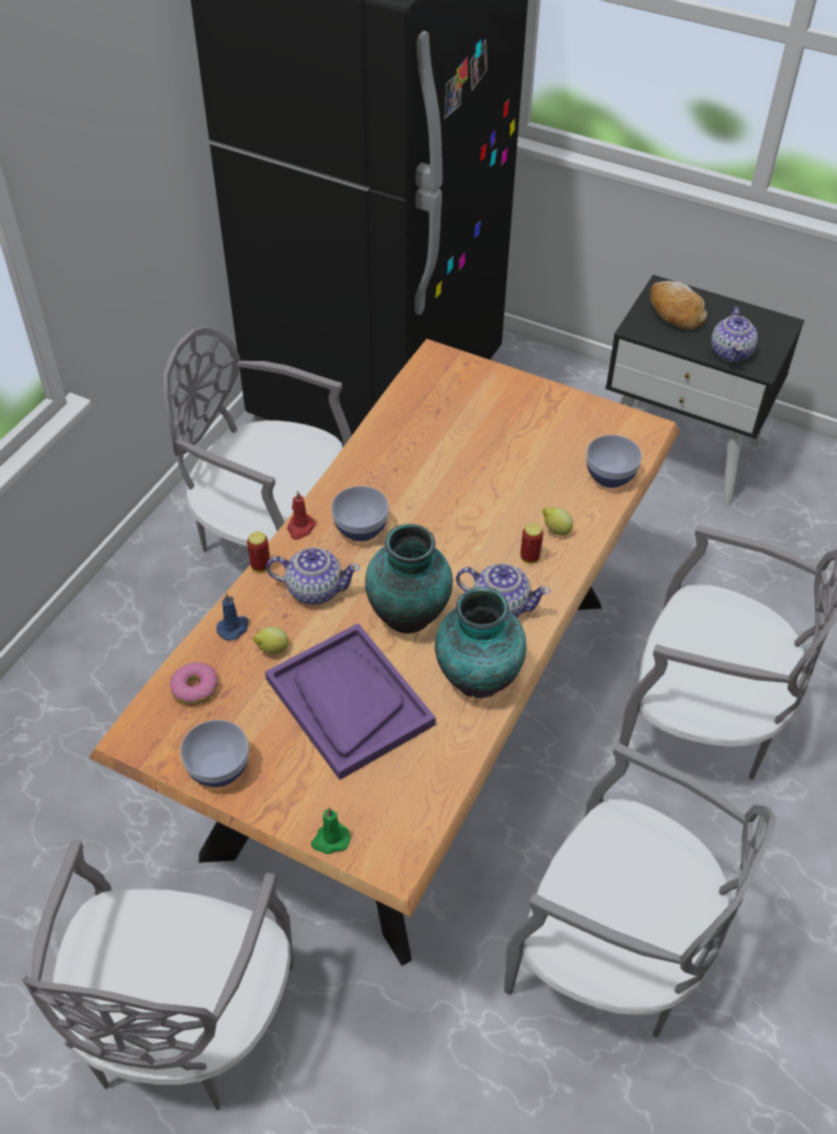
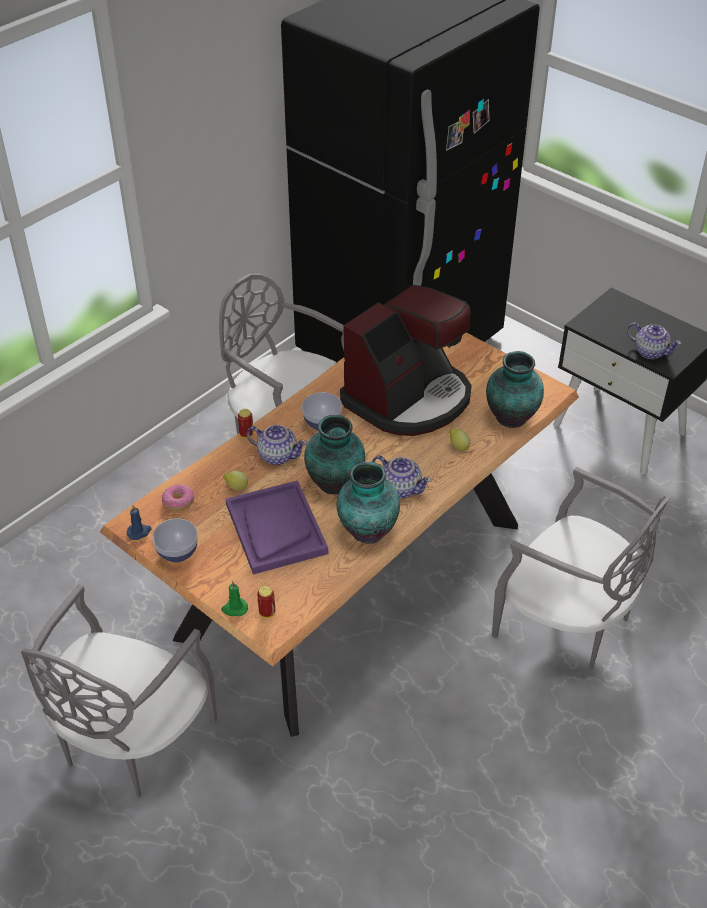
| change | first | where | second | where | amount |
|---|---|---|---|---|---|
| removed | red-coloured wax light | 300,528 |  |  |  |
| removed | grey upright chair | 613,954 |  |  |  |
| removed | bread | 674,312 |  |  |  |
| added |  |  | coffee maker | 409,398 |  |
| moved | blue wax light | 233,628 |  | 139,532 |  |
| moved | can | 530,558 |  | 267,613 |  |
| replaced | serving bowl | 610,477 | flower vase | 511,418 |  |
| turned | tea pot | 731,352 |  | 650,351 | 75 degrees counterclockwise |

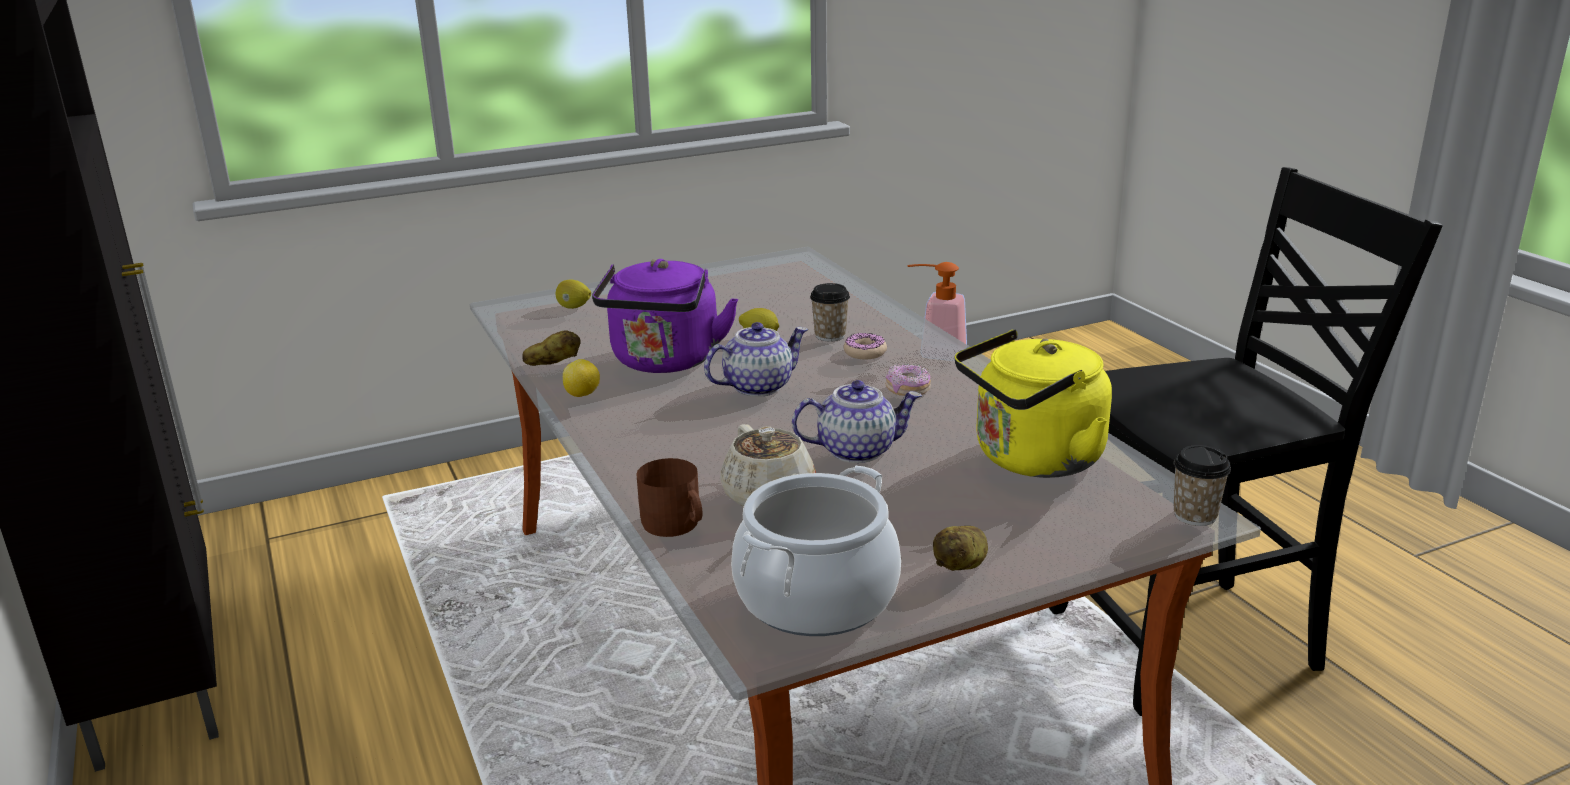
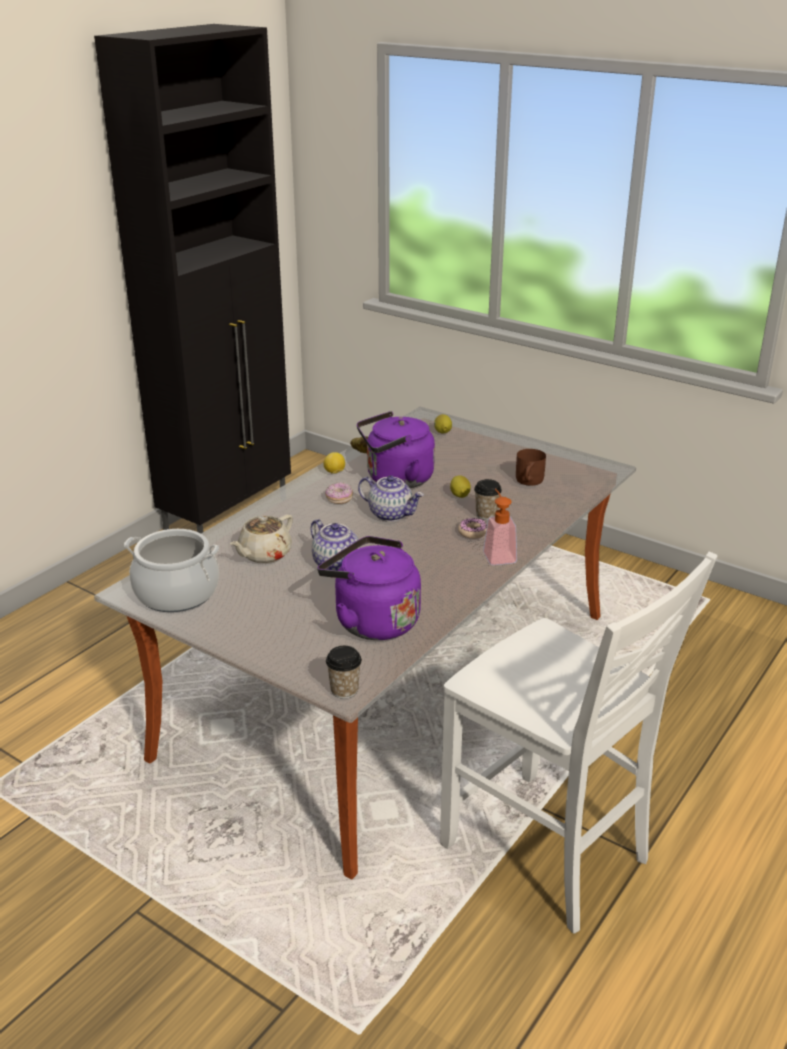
| change | first | where | second | where | amount |
|---|---|---|---|---|---|
| removed | whole potato | 962,565 |  |  |  |
| moved | brown coffee mug | 675,526 |  | 528,481 |  |
| moved | doughnut | 907,390 |  | 339,499 |  |
| recoloured | yellow-coloured tea kettle | 1032,460 | purple-coloured tea kettle | 372,621 |  |
| recoloured | blackish upright chair | 1190,642 | whitish upright chair | 548,853 |  |

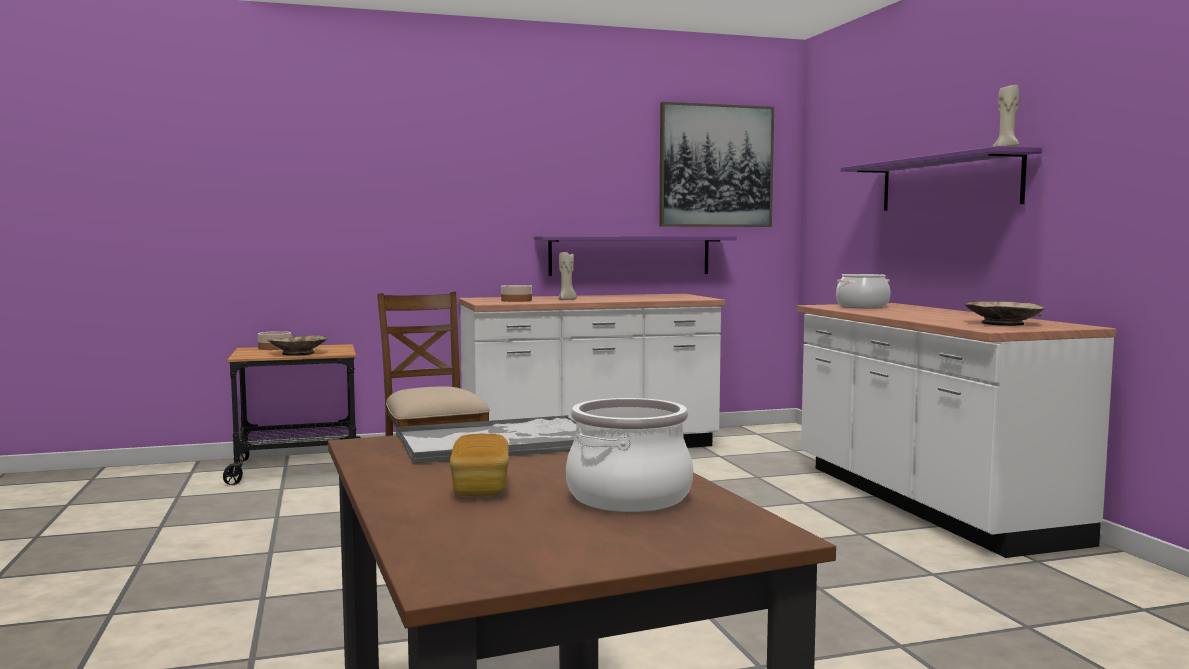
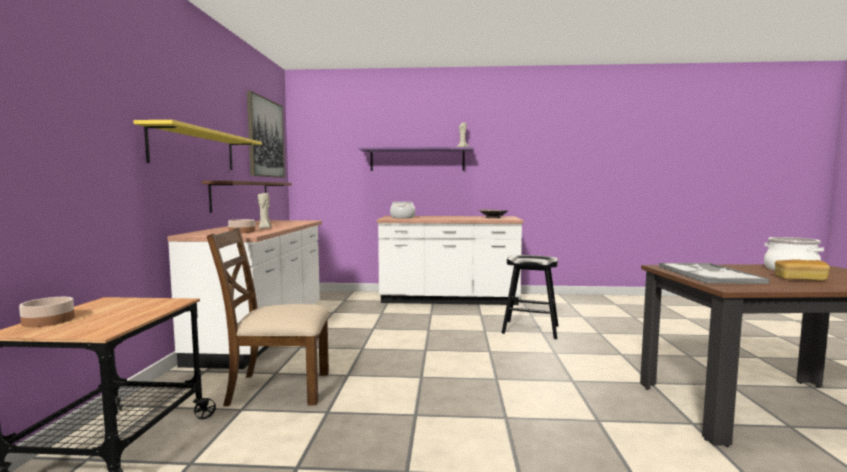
| change | first | where | second | where | amount |
|---|---|---|---|---|---|
| removed | beige serving bowl | 298,353 |  |  |  |
| added |  |  | yellow-coloured shelf | 195,150 |  |
| added |  |  | blackish sitting stool | 530,329 |  |
| recoloured | purple-coloured shelf | 630,255 | brown shelf | 241,195 |  |

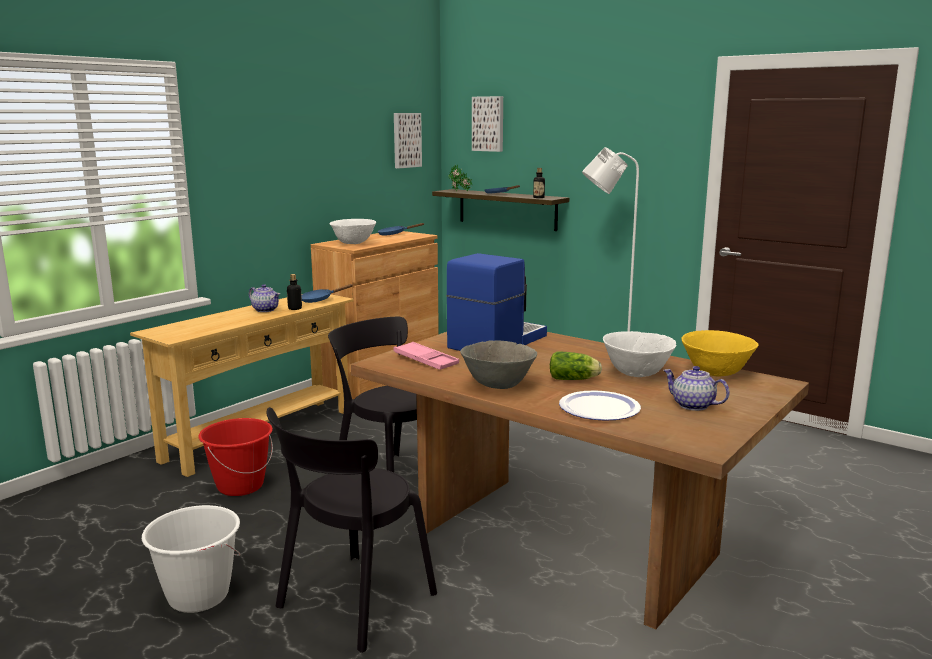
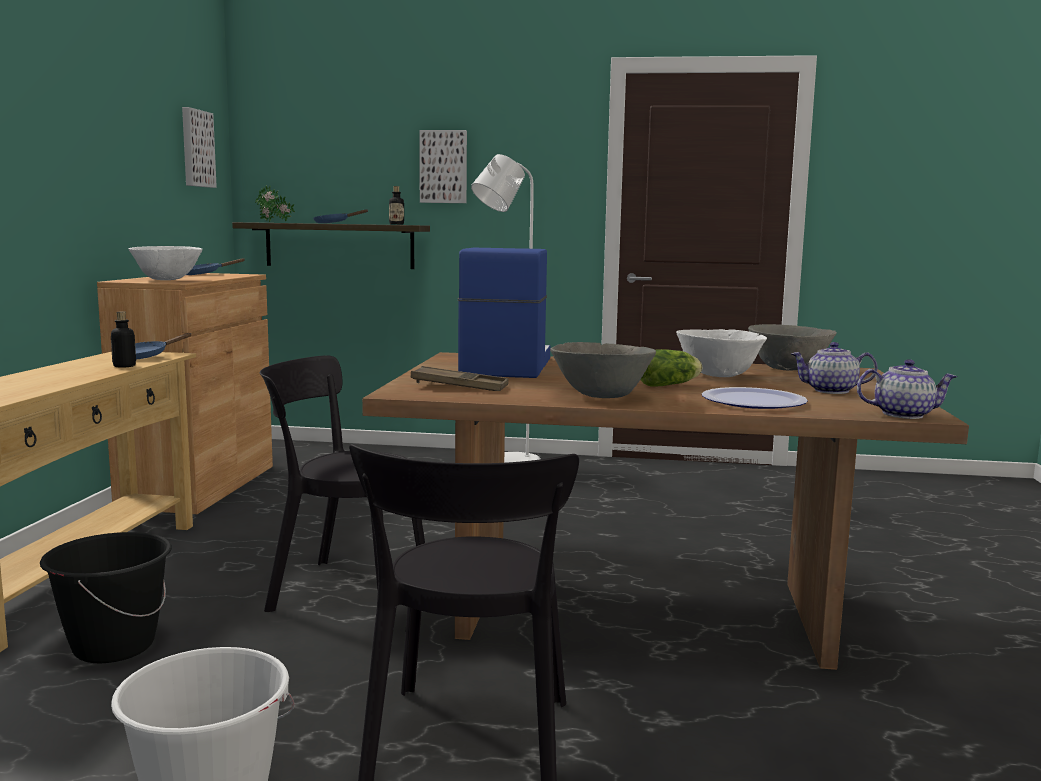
| change | first | where | second | where | amount |
|---|---|---|---|---|---|
| moved | tea pot | 266,310 |  | 903,414 |  |
| moved | wall art | 488,124 |  | 443,167 |  |
| recoloured | red-coloured water bucket | 240,486 | blackish water bucket | 113,646 |  |
| recoloured | pink-coloured serving tray | 426,361 | brown serving tray | 460,386 |  |
| recoloured | yellow-coloured serving bowl | 716,373 | grey serving bowl | 788,369 |  |

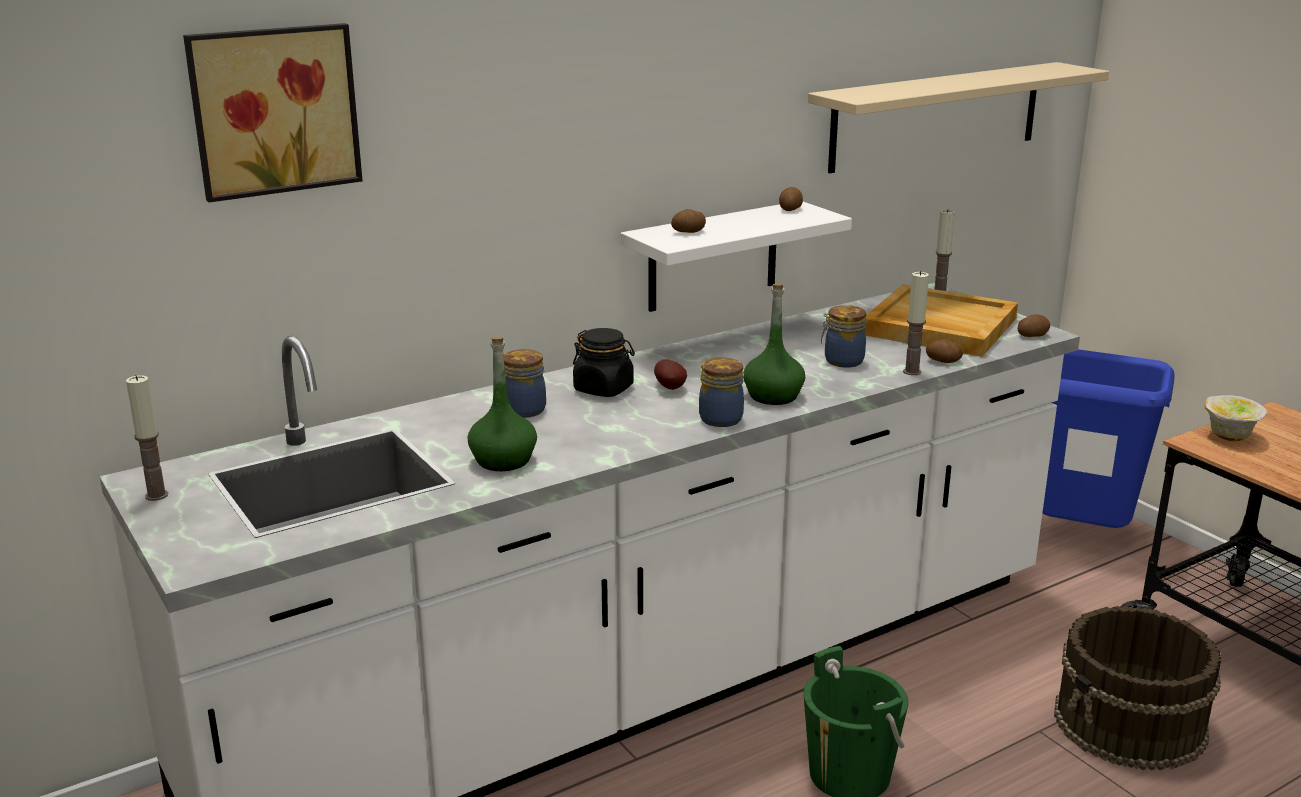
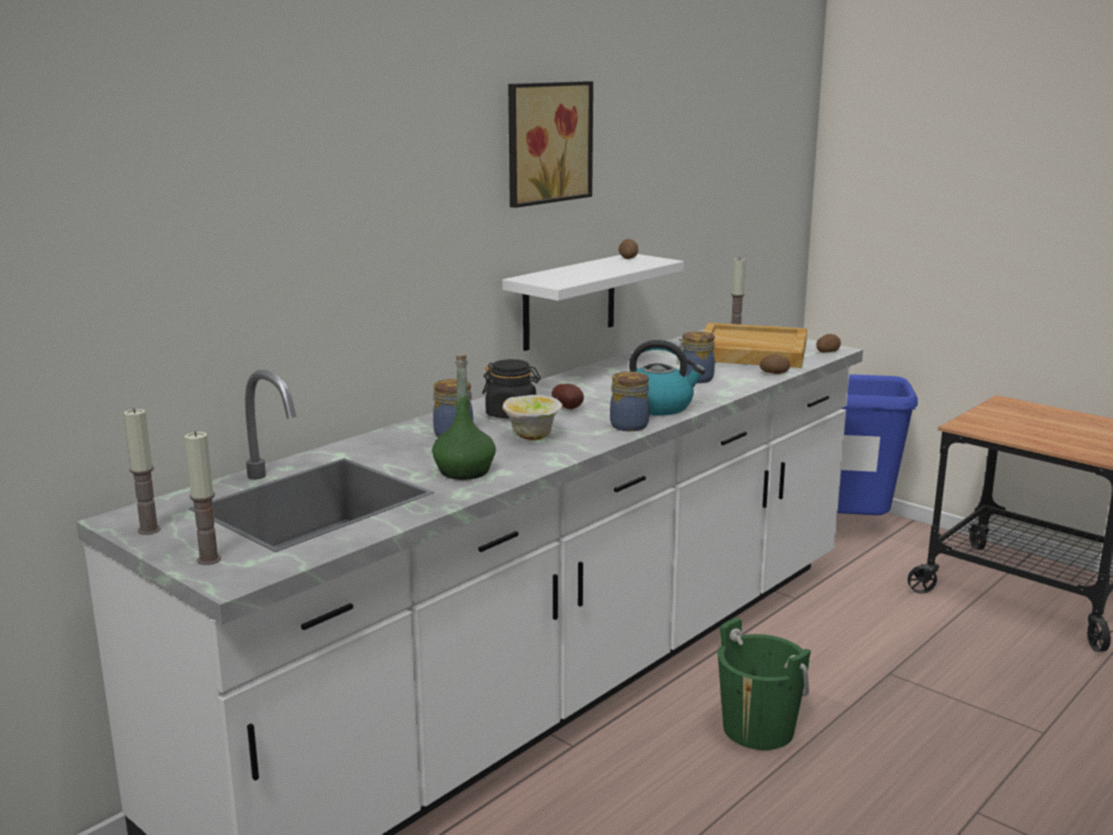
| change | first | where | second | where | amount |
|---|---|---|---|---|---|
| removed | whole potato | 689,232 |  |  |  |
| removed | beige shelf | 937,116 |  |  |  |
| removed | brown water bucket | 1130,723 |  |  |  |
| moved | wall art | 273,110 |  | 545,142 |  |
| moved | wax light | 912,372 |  | 209,560 |  |
| moved | serving bowl | 1230,437 |  | 533,437 |  |
| replaced | green-coloured drink bottle | 773,396 | tea kettle | 658,407 |  |

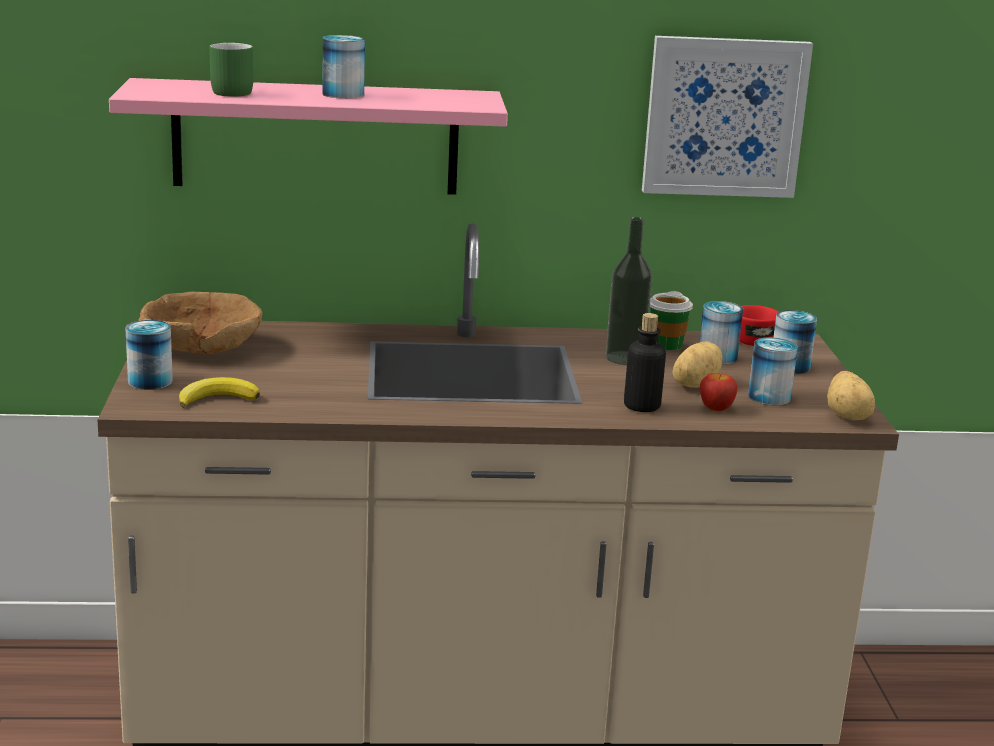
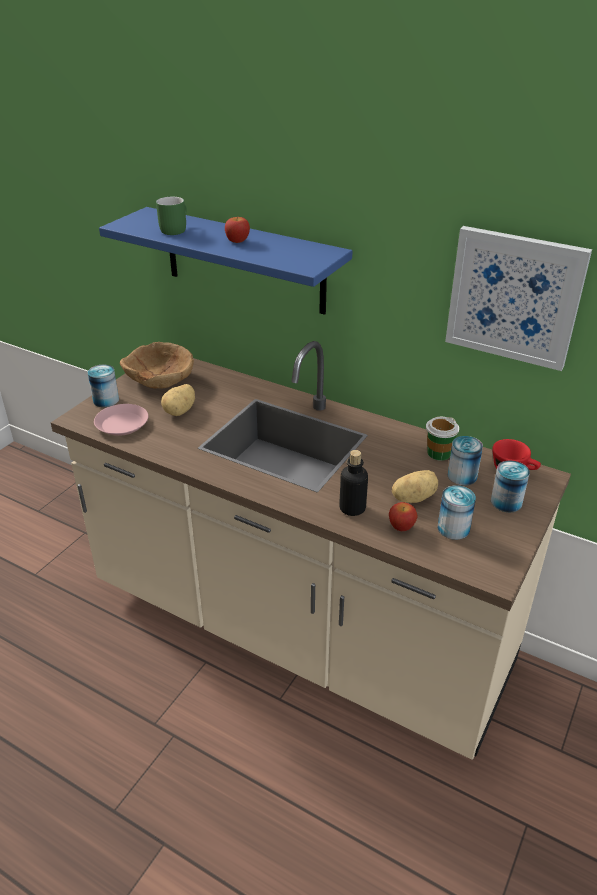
| change | first | where | second | where | amount |
|---|---|---|---|---|---|
| removed | drink bottle | 625,358 |  |  |  |
| moved | whole potato | 848,416 |  | 180,411 |  |
| replaced | banana fruit | 217,398 | pink-coloured dinner plate | 121,424 |  |
| replaced | can | 343,94 | apple fruit | 238,241 |  |
| recoloured | pink-coloured shelf | 316,137 | blue shelf | 244,260 |  |

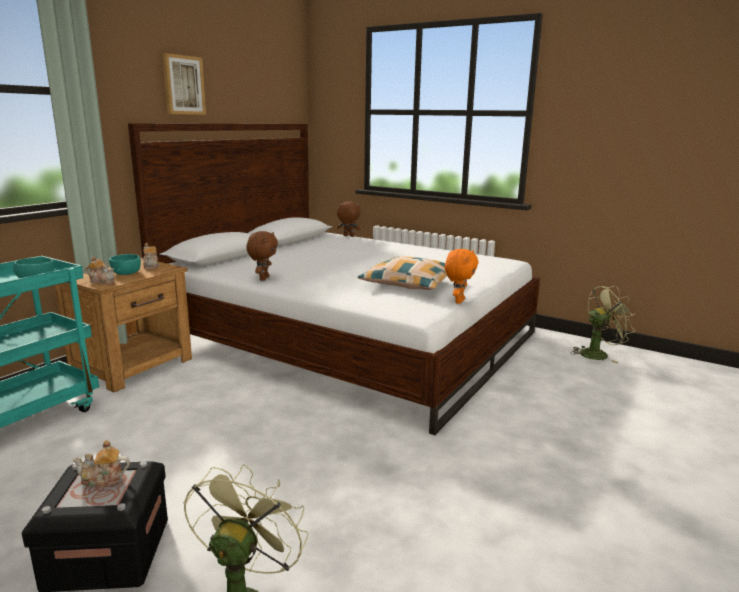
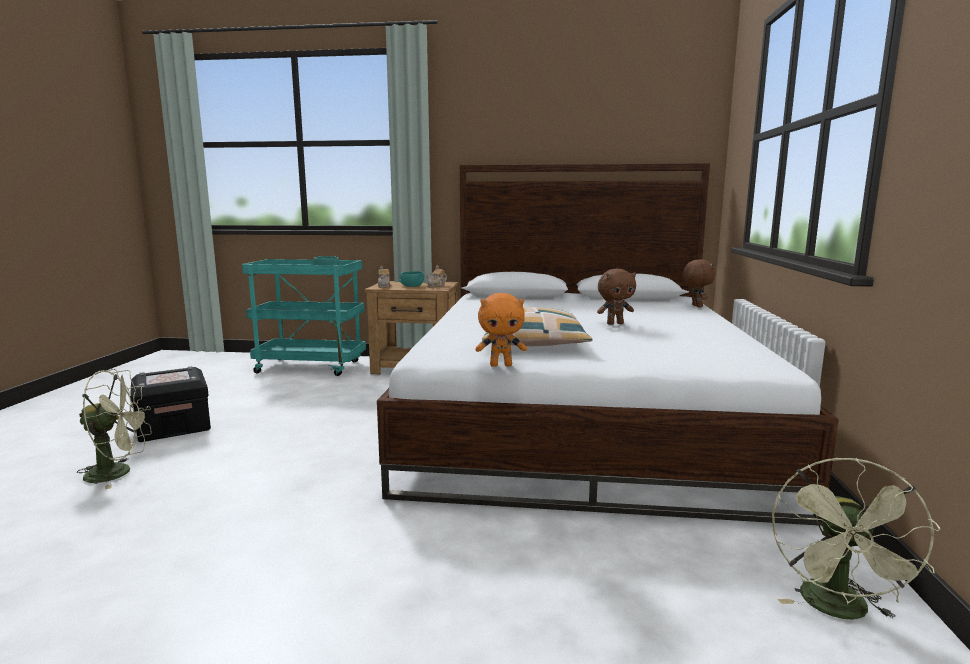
| change | first | where | second | where | amount |
|---|---|---|---|---|---|
| removed | tea pot | 103,479 |  |  |  |
| removed | wall art | 183,85 |  |  |  |
| moved | brown plush toy | 263,278 |  | 615,323 |  |
| turned | green-coloured electric fan | 598,354 |  | 839,610 | 60 degrees clockwise |

